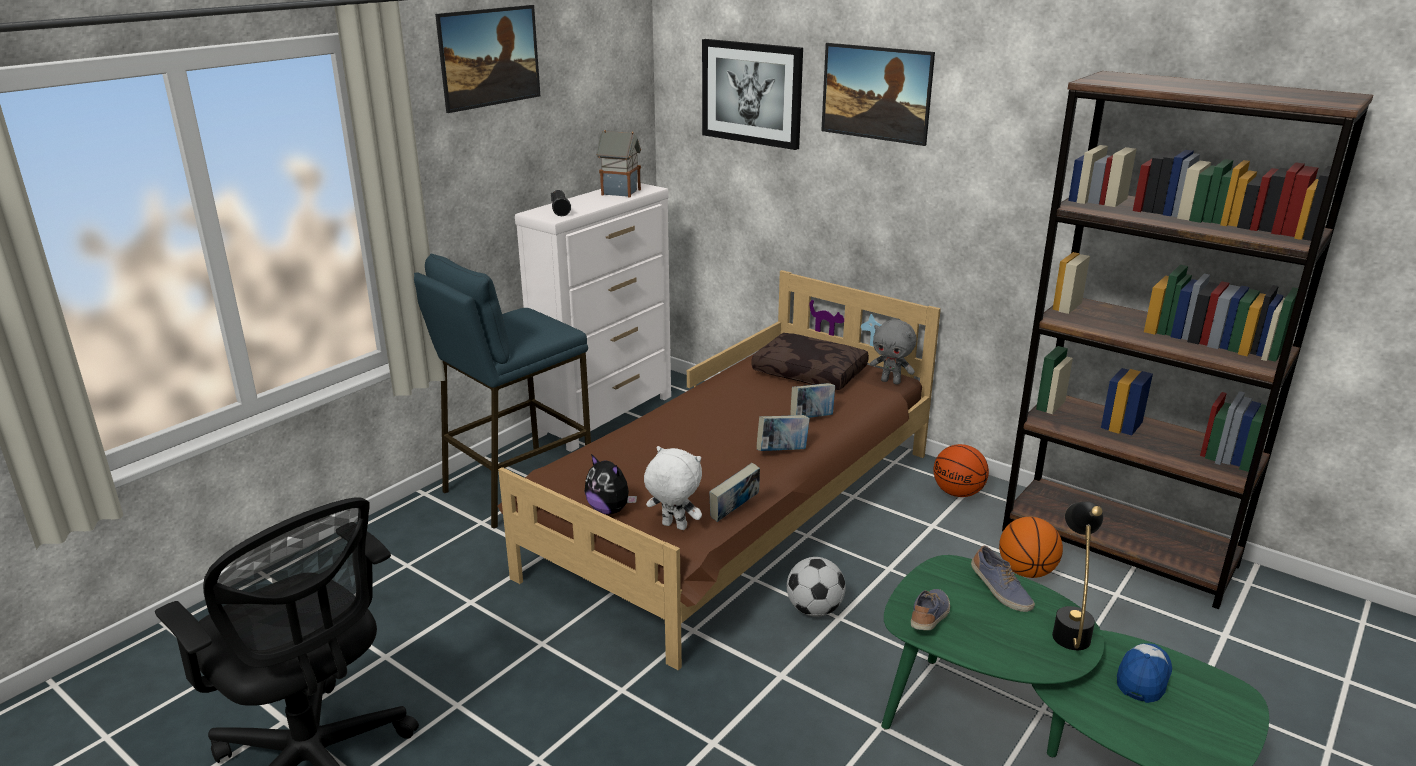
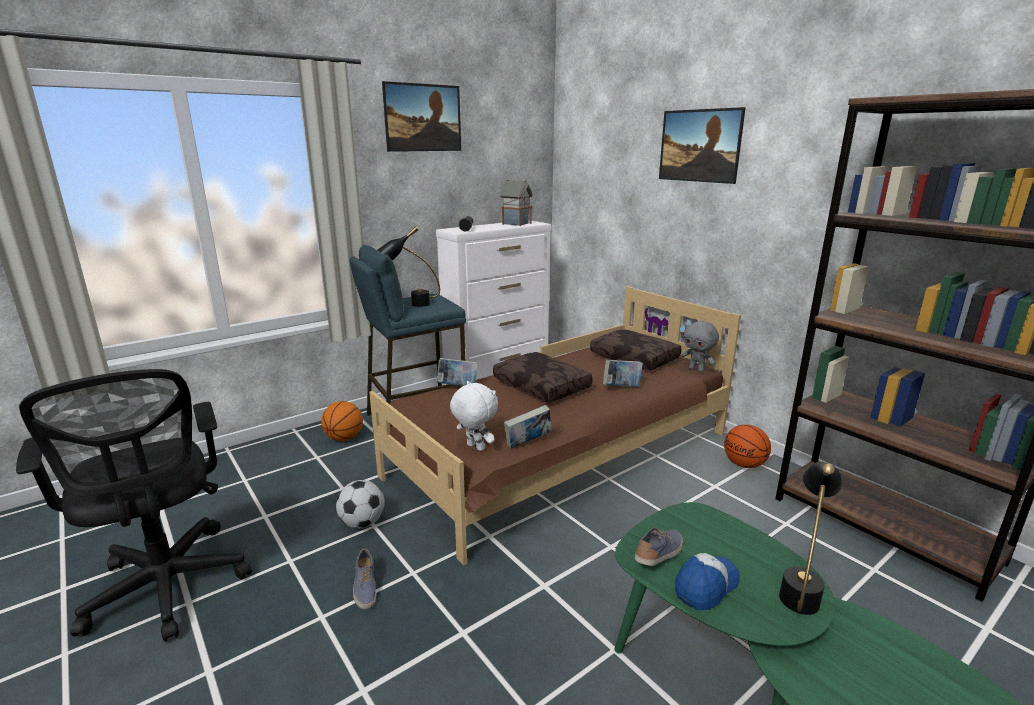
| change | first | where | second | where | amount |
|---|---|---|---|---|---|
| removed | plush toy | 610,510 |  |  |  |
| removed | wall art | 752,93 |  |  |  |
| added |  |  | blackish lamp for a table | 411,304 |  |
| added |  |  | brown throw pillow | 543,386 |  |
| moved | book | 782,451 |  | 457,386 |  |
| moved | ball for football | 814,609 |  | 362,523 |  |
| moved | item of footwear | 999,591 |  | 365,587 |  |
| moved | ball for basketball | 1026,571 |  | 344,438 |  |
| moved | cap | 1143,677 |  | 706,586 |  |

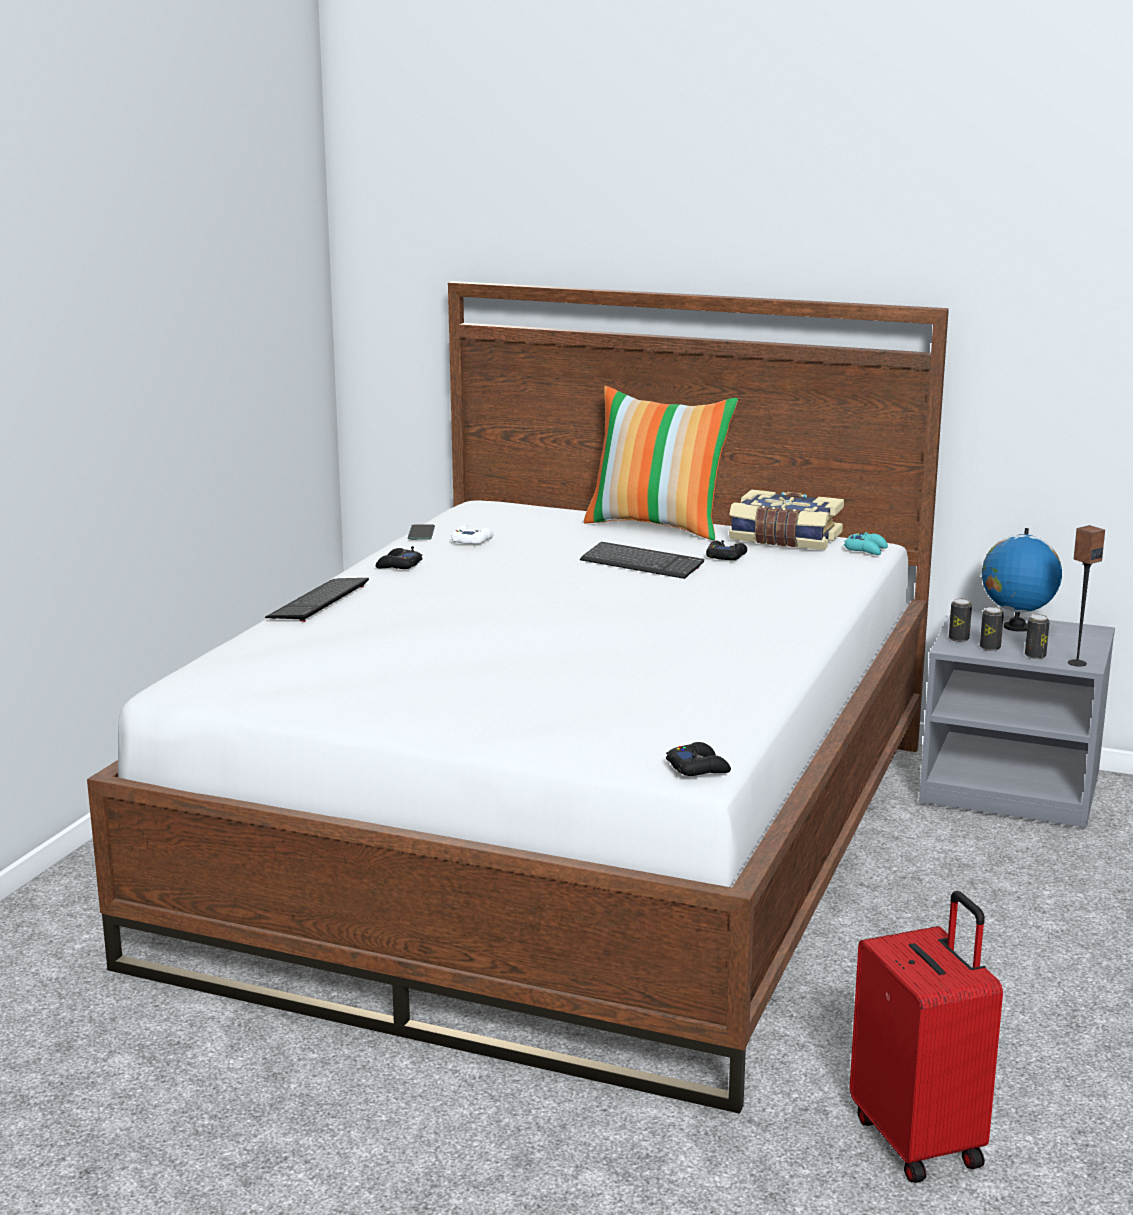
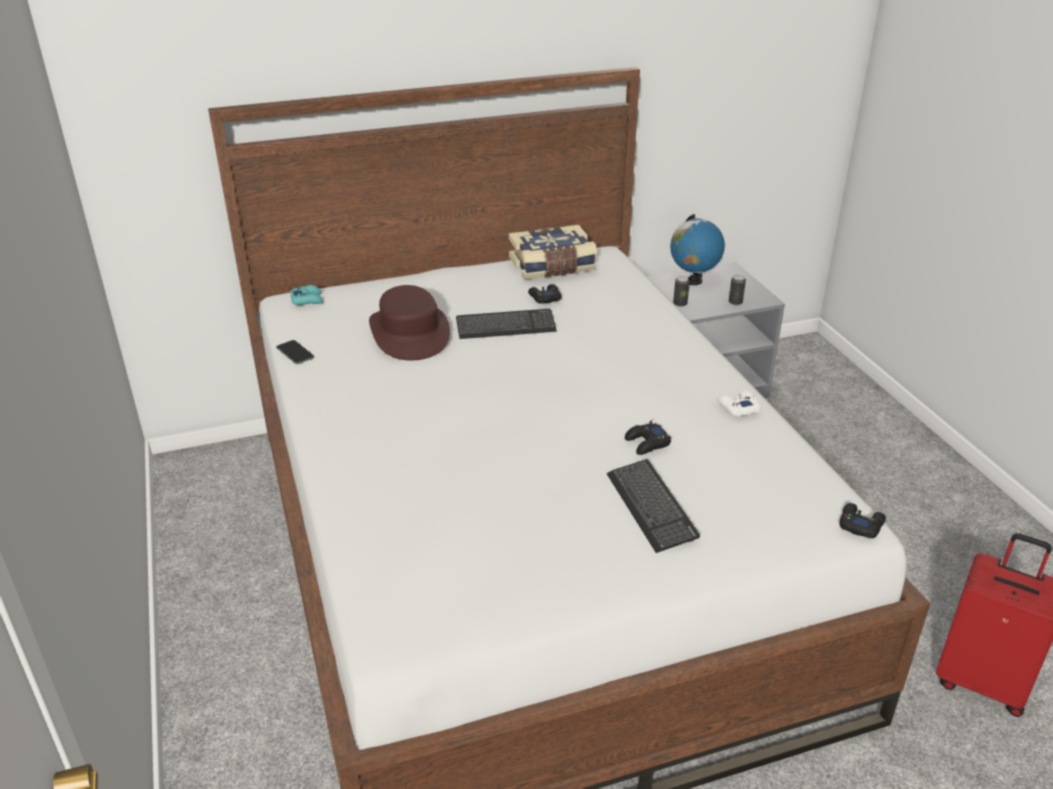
| change | first | where | second | where | amount |
|---|---|---|---|---|---|
| removed | throw pillow | 657,526 |  |  |  |
| removed | can | 990,648 |  |  |  |
| removed | audio speaker | 1076,663 |  |  |  |
| added |  |  | brown wearable hat | 410,333 |  |
| moved | computer keyboard | 319,601 |  | 651,507 |  |
| moved | blackish gamepad | 398,566 |  | 647,443 |  |
| moved | whitish gamepad | 471,541 |  | 737,407 |  |
| moved | turquoise gamepad | 866,549 |  | 307,300 |  |

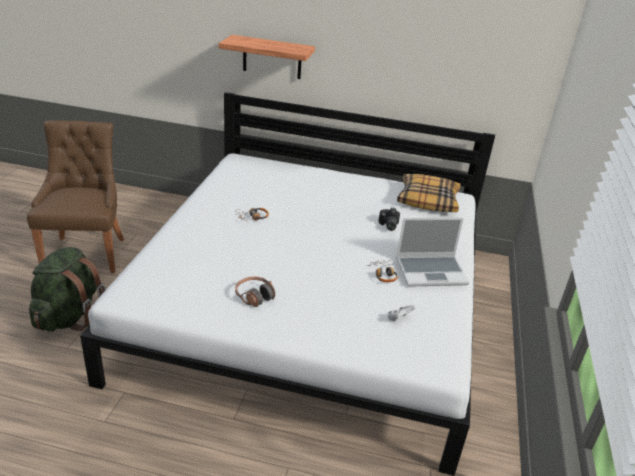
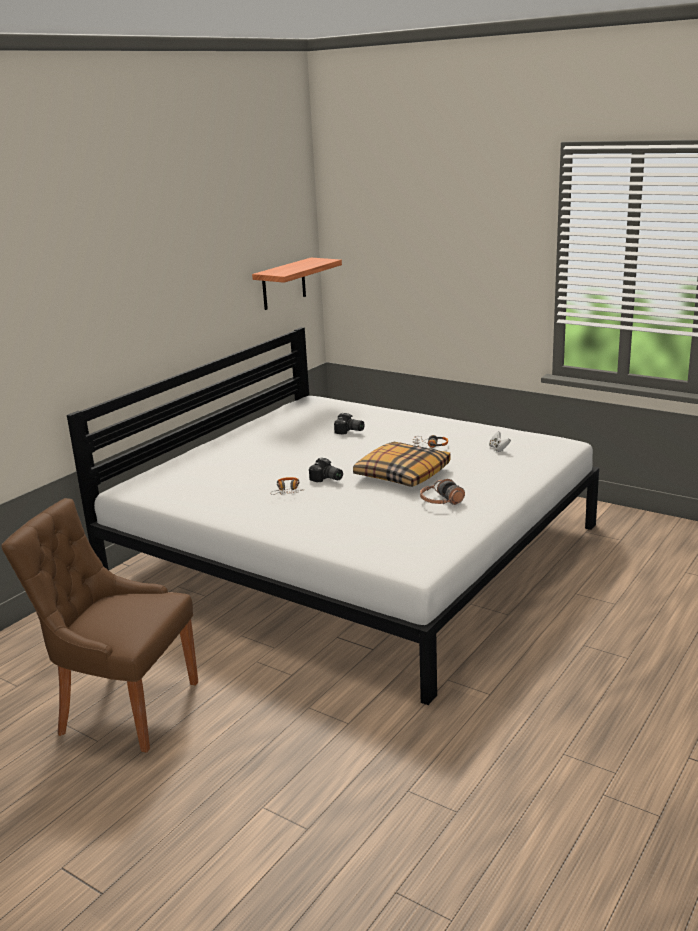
| change | first | where | second | where | amount |
|---|---|---|---|---|---|
| removed | green-coloured rucksack | 69,316 |  |  |  |
| removed | notebook computer | 431,271 |  |  |  |
| added |  |  | photo camera | 326,479 |  |
| moved | shelf | 272,57 |  | 283,284 |  |
| moved | throw pillow | 428,200 |  | 402,474 |  |

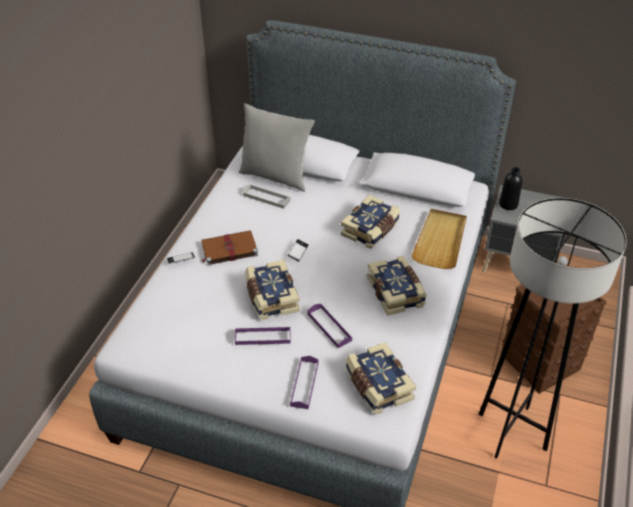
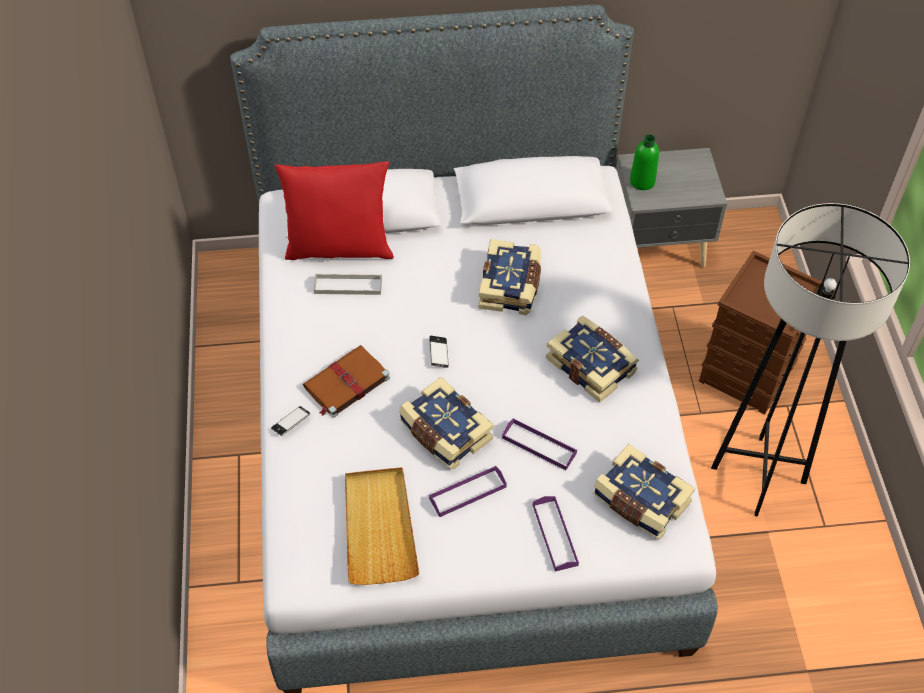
| change | first | where | second | where | amount |
|---|---|---|---|---|---|
| moved | beige serving tray | 440,241 |  | 379,527 |  |
| recoloured | grey throw pillow | 276,176 | red-coloured throw pillow | 339,247 |  |
| recoloured | blackish drink bottle | 508,204 | green-coloured drink bottle | 642,181 |  |

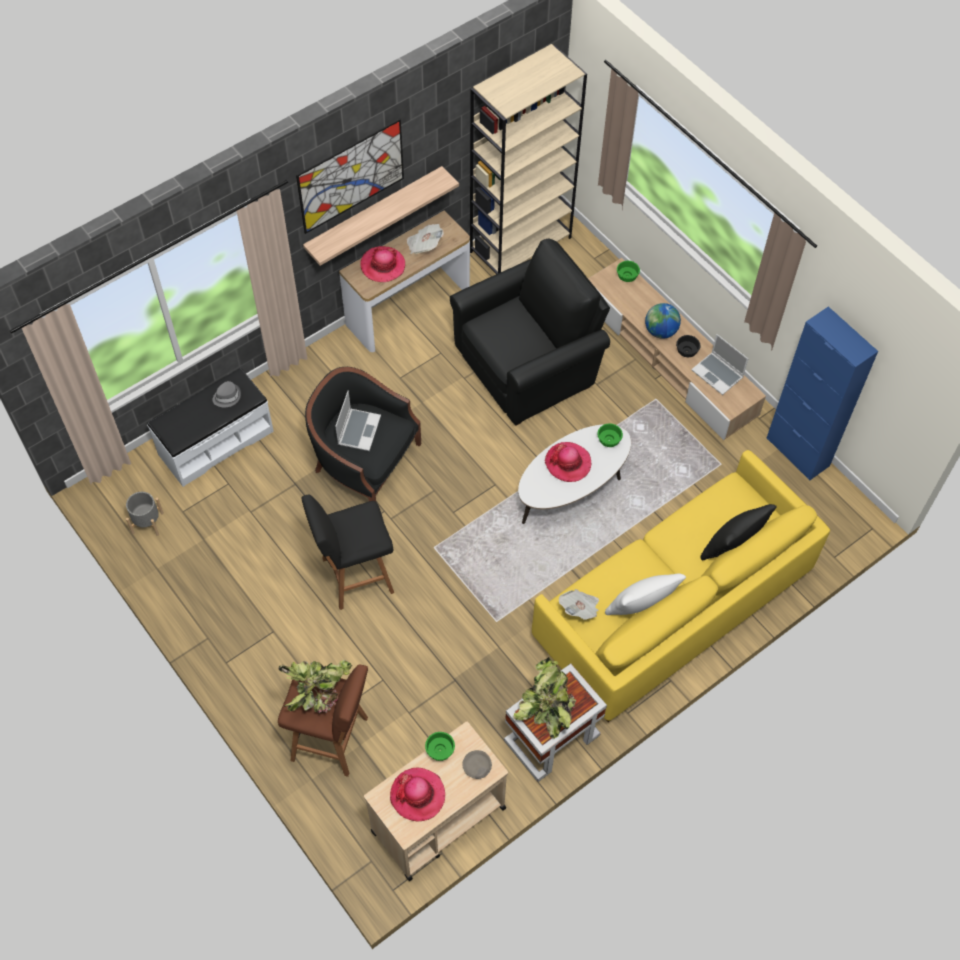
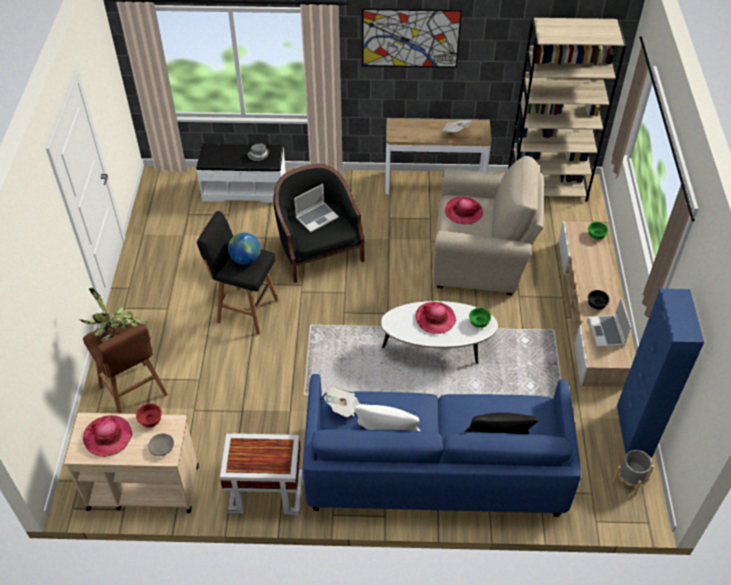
| change | first | where | second | where | amount |
|---|---|---|---|---|---|
| removed | shelf | 374,214 |  |  |  |
| removed | plant in a pot | 546,708 |  |  |  |
| moved | grey flower pot | 147,523 |  | 629,480 |  |
| moved | wearable hat | 383,265 |  | 463,212 |  |
| moved | desk globe | 660,331 |  | 245,259 |  |
| recoloured | green-coloured serving bowl | 441,749 | red-coloured serving bowl | 151,420 |  |
| recoloured | blackish lounge chair | 530,367 | beige lounge chair | 481,259 |  |
| recoloured | yellow-coloured sofa | 672,606 | blue sofa | 434,468 |  |

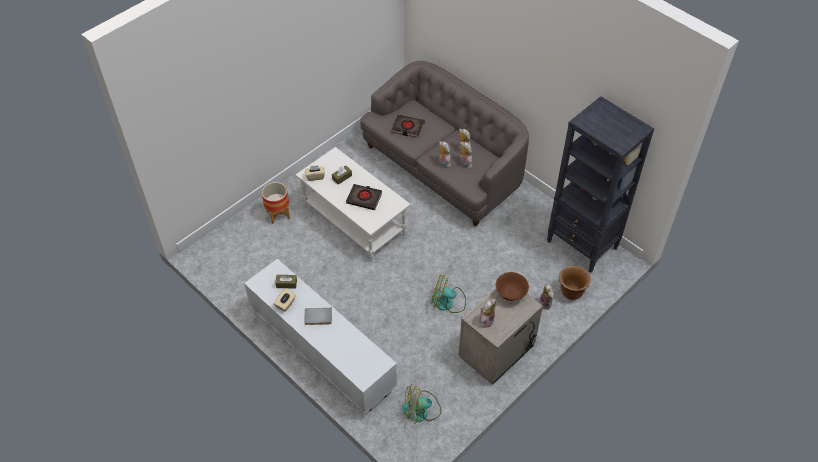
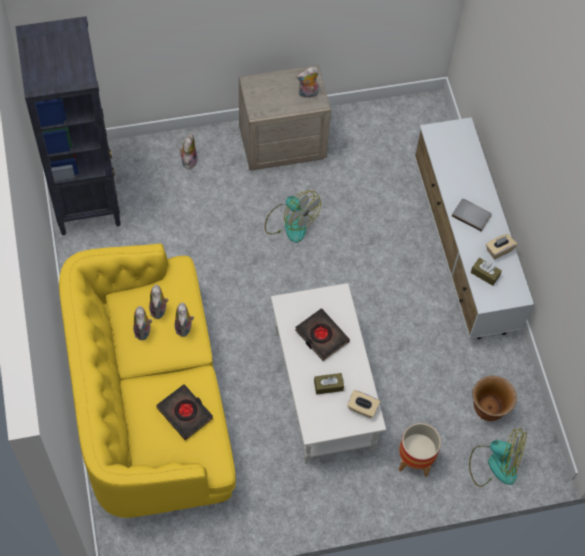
| change | first | where | second | where | amount |
|---|---|---|---|---|---|
| removed | brown serving bowl | 511,294 |  |  |  |
| moved | electric fan | 421,410 |  | 494,464 |  |
| moved | brown flower pot | 571,292 |  | 488,409 |  |
| recoloured | grey sofa | 444,167 | yellow-coloured sofa | 150,402 |  |

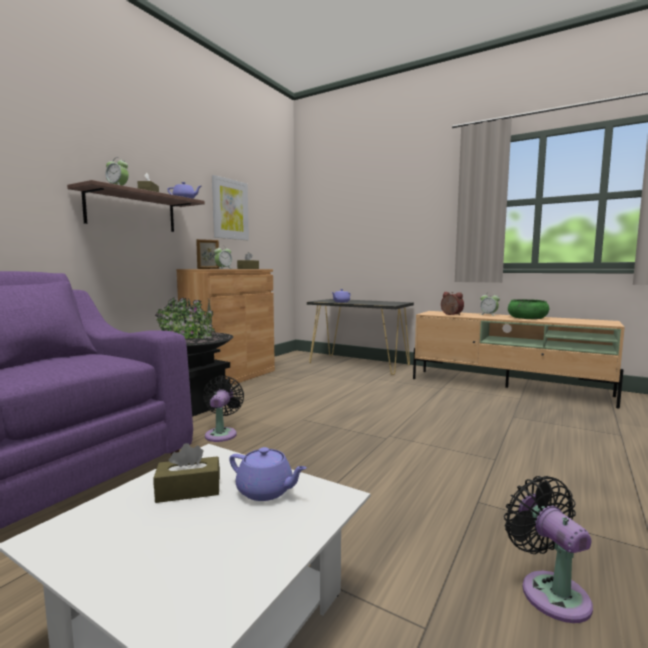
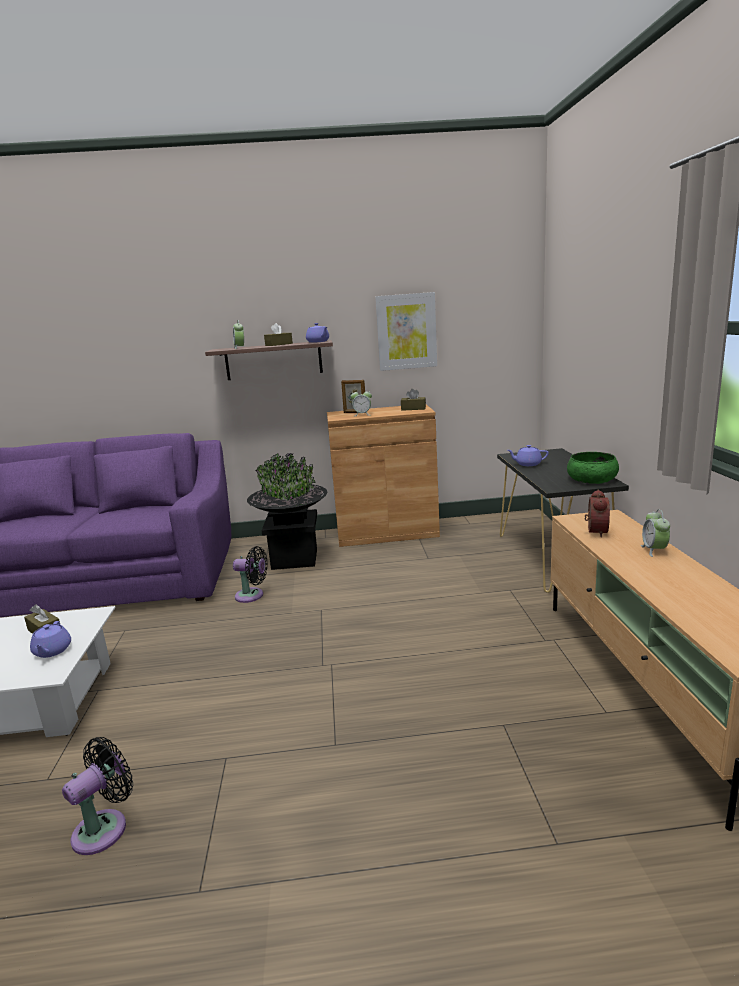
| change | first | where | second | where | amount |
|---|---|---|---|---|---|
| moved | green-coloured serving bowl | 527,318 |  | 592,479 |  |
| turned | blackish electric fan | 222,433 |  | 252,596 | 45 degrees clockwise |

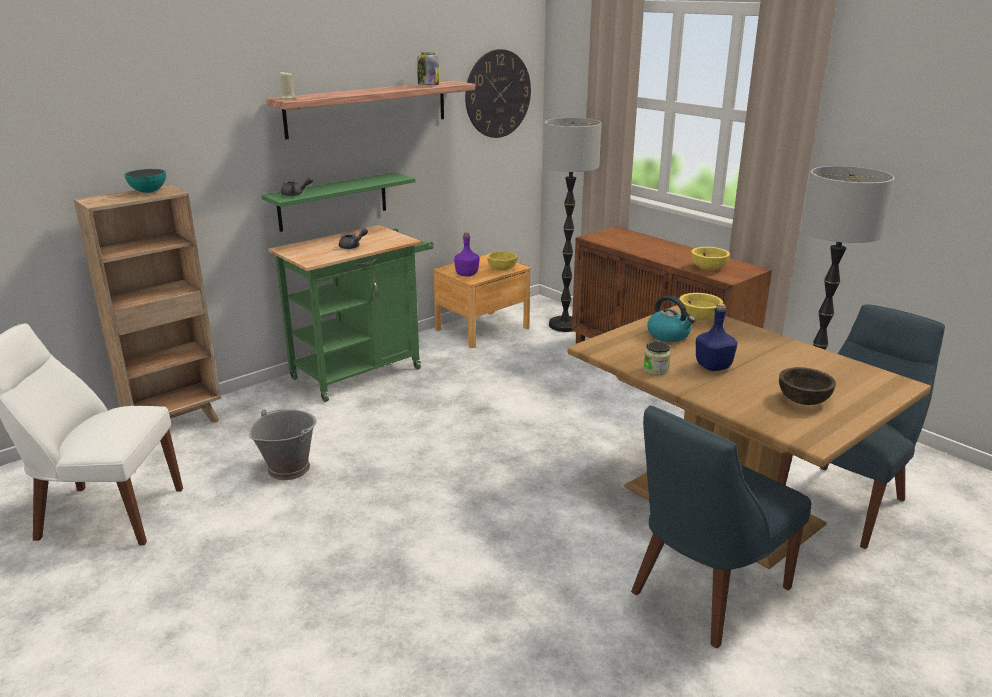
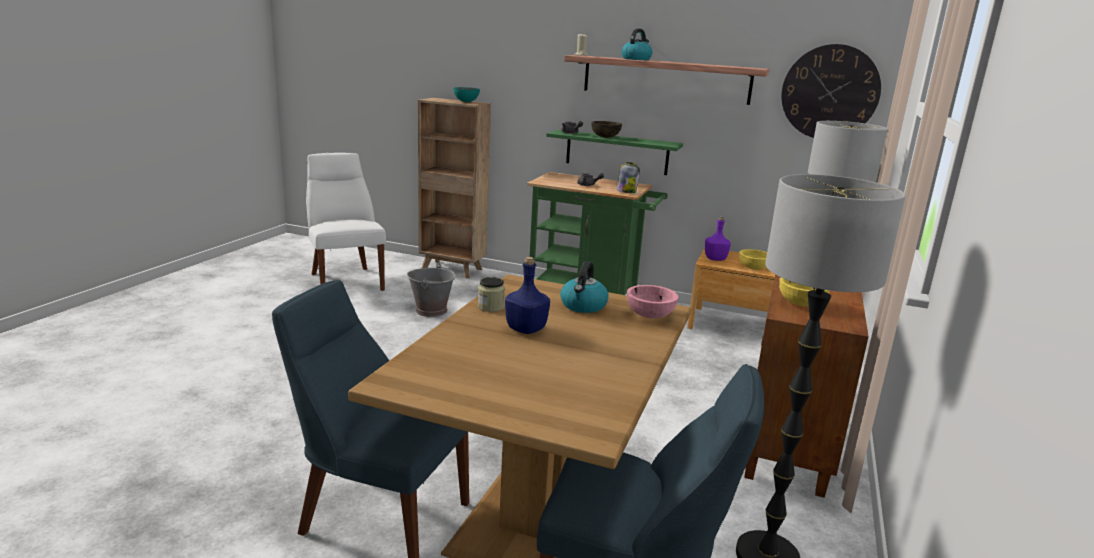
| change | first | where | second | where | amount |
|---|---|---|---|---|---|
| added |  |  | tea kettle | 636,59 |  |
| moved | storage jar | 428,85 |  | 626,191 |  |
| moved | brown serving bowl | 803,400 |  | 605,137 |  |
| recoloured | yellow-coloured serving bowl | 699,318 | pink-coloured serving bowl | 650,315 |  |

